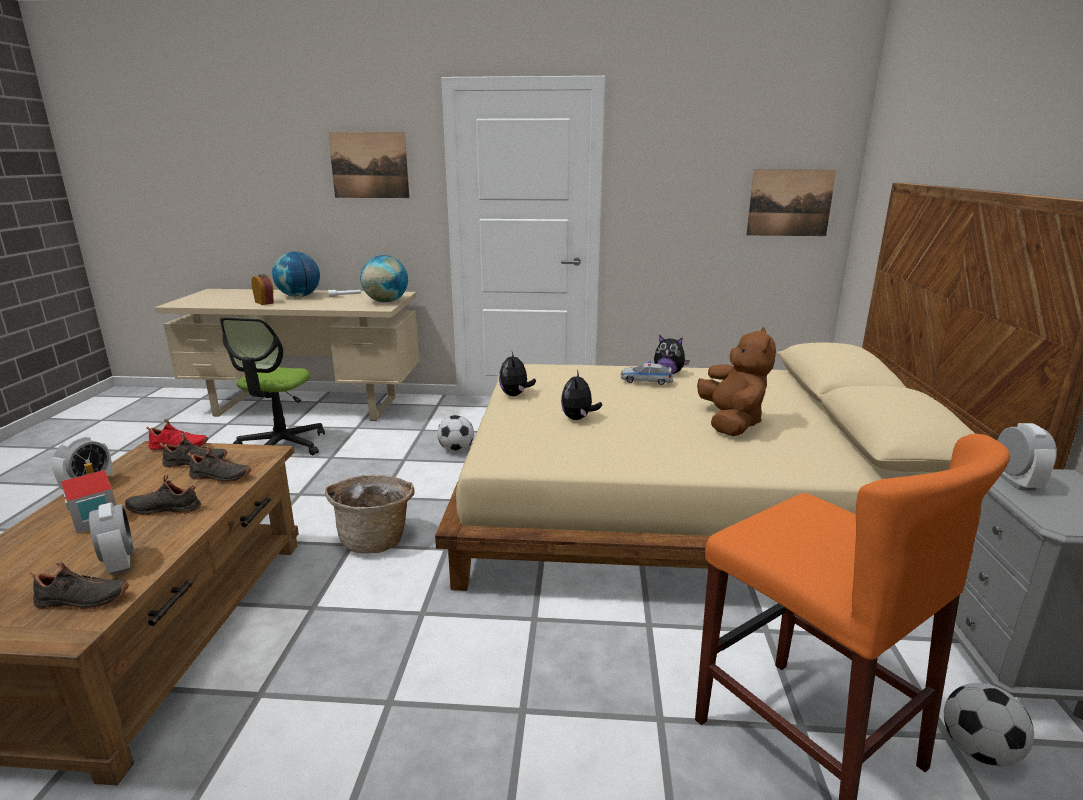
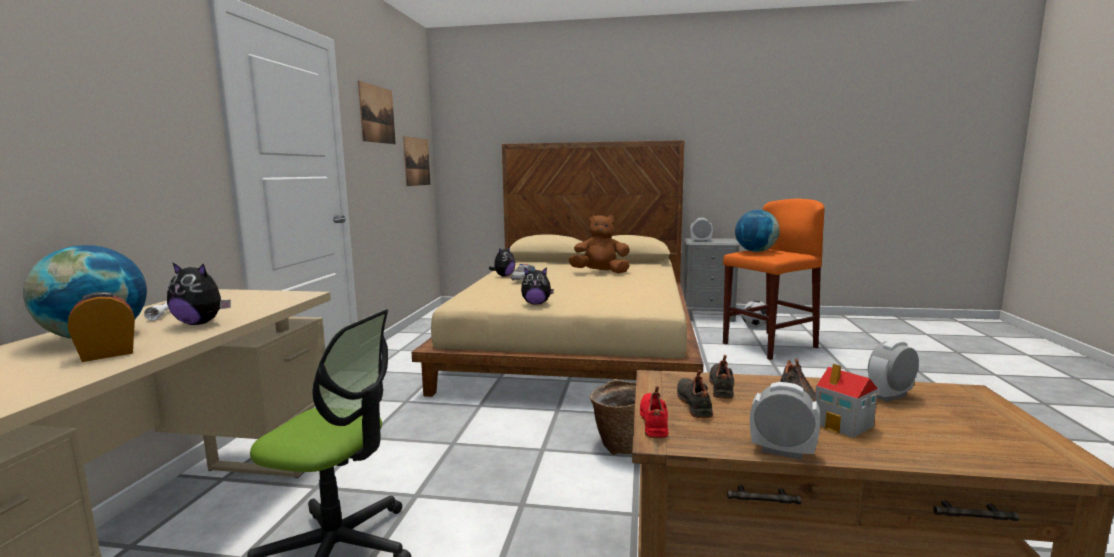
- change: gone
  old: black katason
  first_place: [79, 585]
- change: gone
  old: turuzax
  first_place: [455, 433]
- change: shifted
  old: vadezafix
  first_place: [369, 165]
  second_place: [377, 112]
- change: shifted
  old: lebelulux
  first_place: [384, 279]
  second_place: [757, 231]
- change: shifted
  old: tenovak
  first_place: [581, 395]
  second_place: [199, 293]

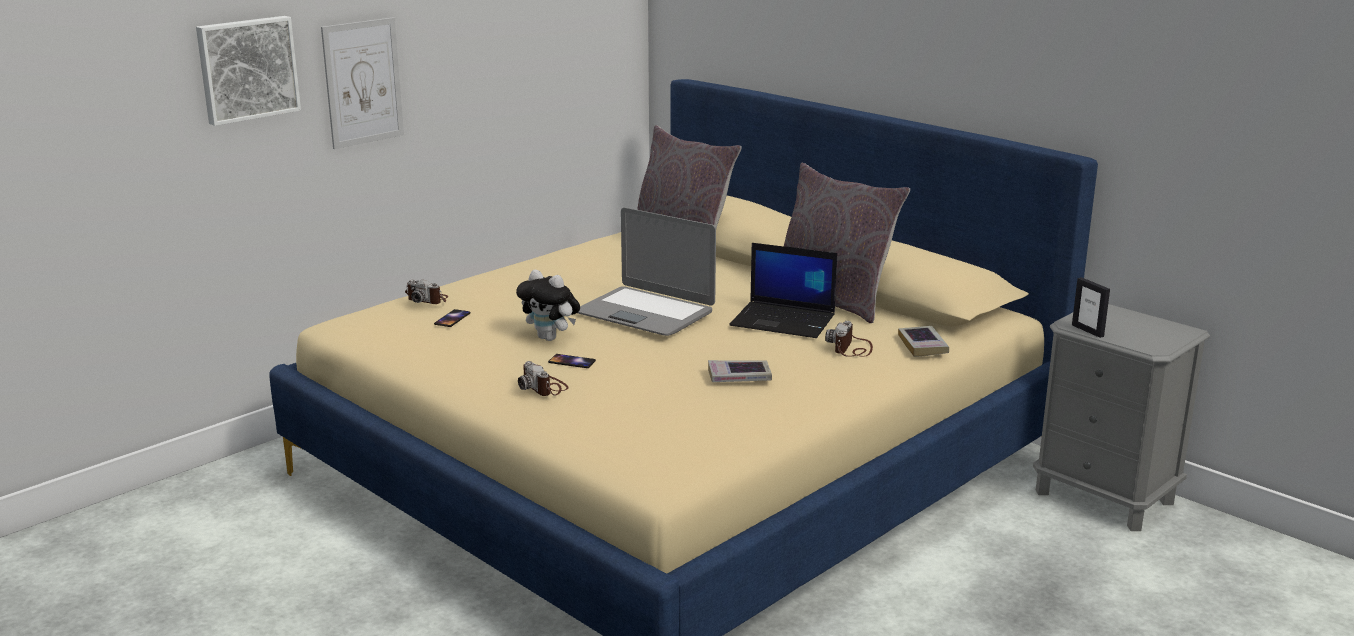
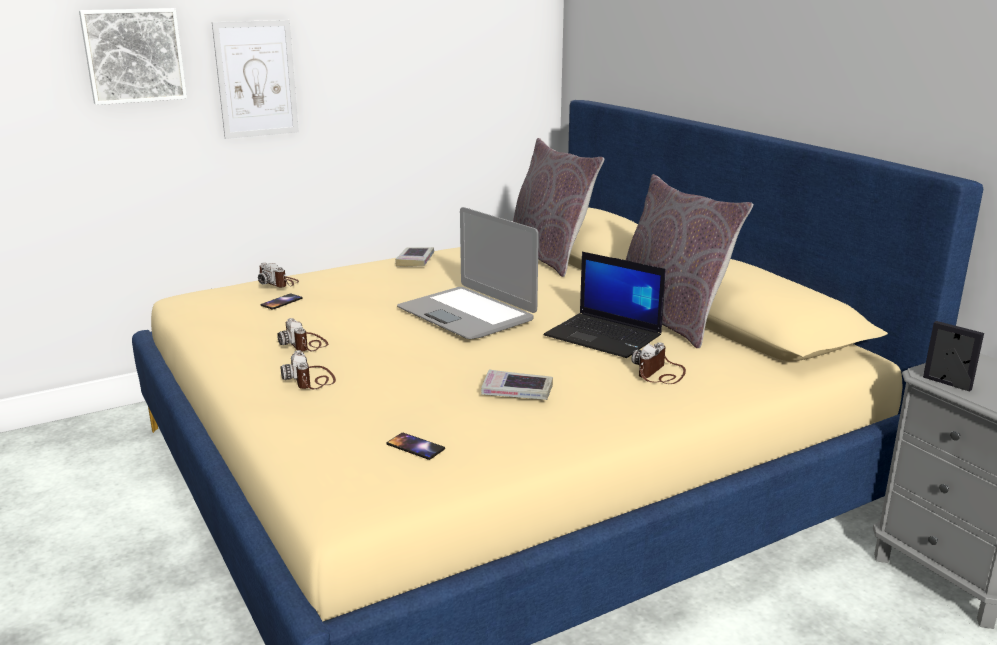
- change: gone
  old: tenovak
  first_place: [548, 305]
- change: new
  new: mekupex
  second_place: [302, 334]
- change: shifted
  old: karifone
  first_place: [572, 361]
  second_place: [416, 446]
- change: shifted
  old: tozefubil
  first_place: [923, 341]
  second_place: [414, 257]
- change: rotated
  old: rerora
  first_place: [1091, 307]
  second_place: [953, 356]
  degrees: 150

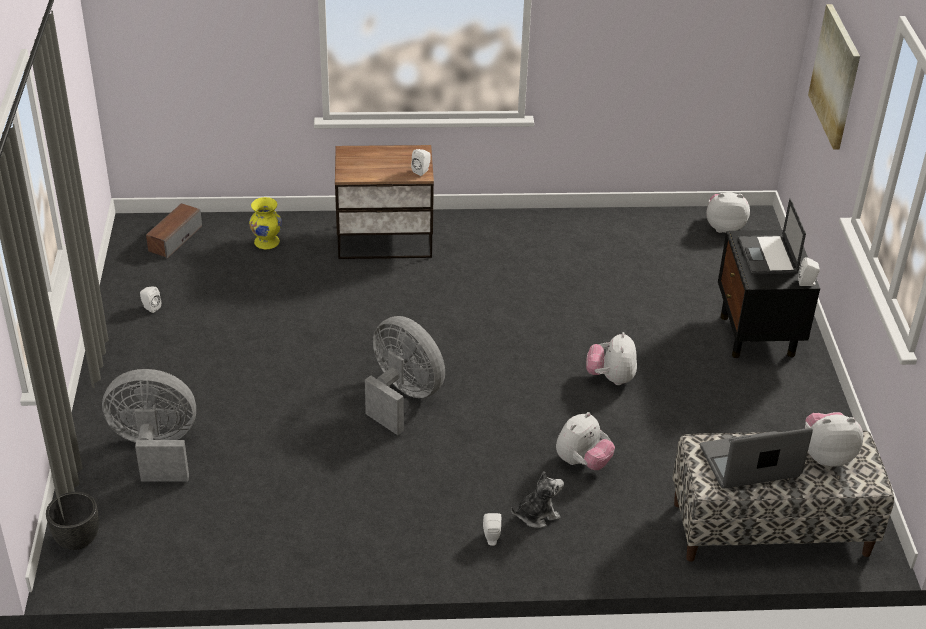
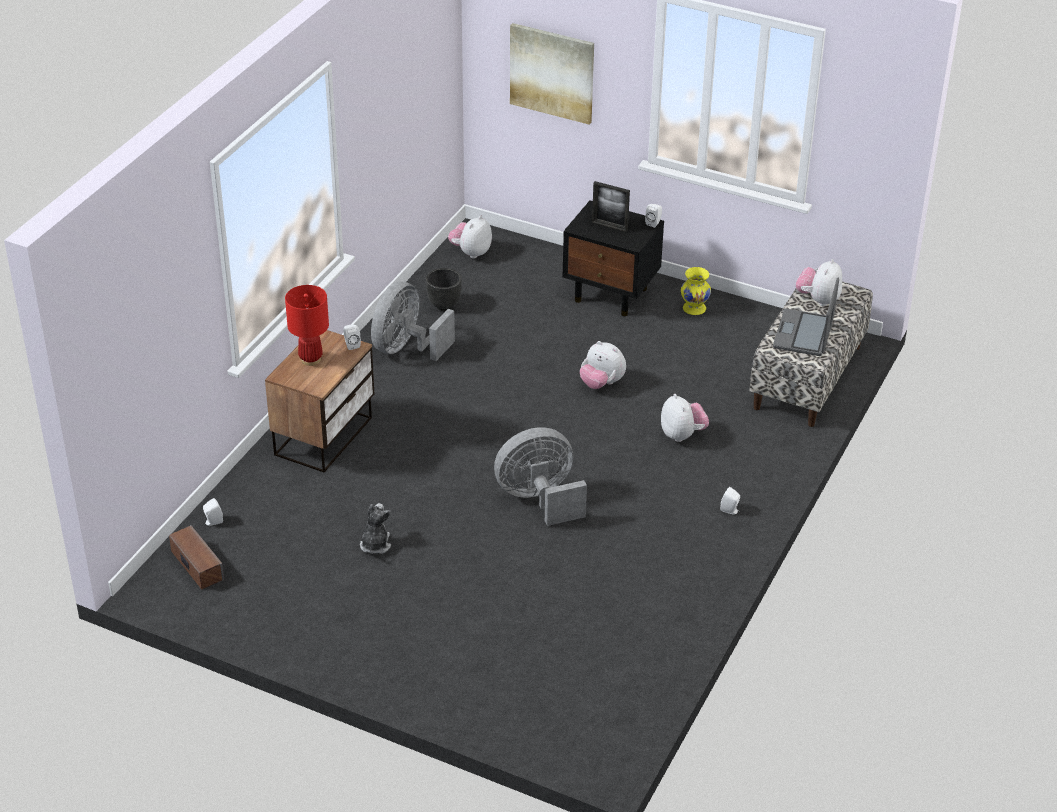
- change: new
  new: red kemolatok
  second_place: [307, 325]
- change: shifted
  old: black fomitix
  first_place: [72, 521]
  second_place: [444, 289]
- change: shifted
  old: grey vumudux
  first_place: [149, 425]
  second_place: [413, 321]
- change: shifted
  old: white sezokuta
  first_place: [150, 299]
  second_place: [213, 512]
- change: shifted
  old: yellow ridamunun
  first_place: [265, 223]
  second_place: [696, 291]
- change: shifted
  old: tenovak
  first_place: [537, 499]
  second_place: [375, 528]
- change: swapped
  old: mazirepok
  new: rerora
  first_place: [772, 236]
  second_place: [611, 206]

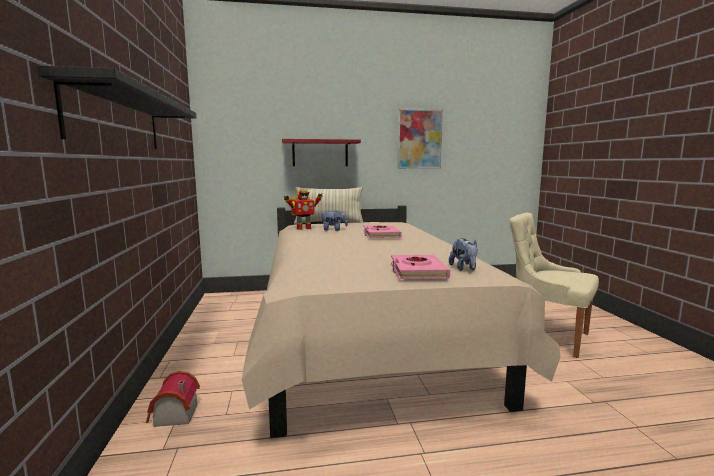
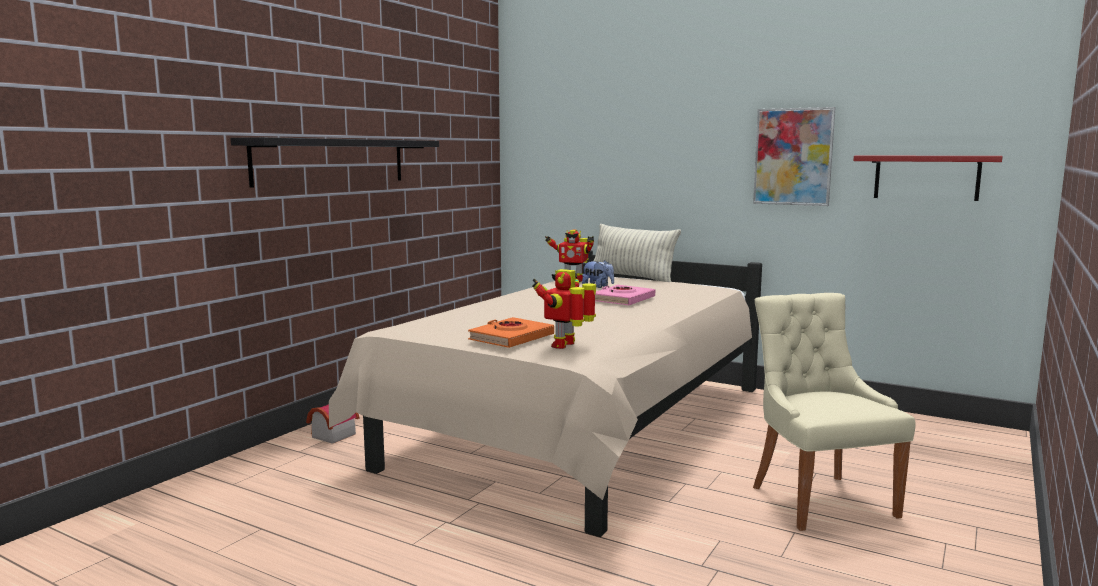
- change: shifted
  old: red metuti
  first_place: [321, 152]
  second_place: [928, 178]
- change: swapped
  old: tenovak
  new: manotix
  first_place: [463, 254]
  second_place: [564, 309]
- change: repainted
  old: pink tozefubil
  new: orange tozefubil
  first_place: [420, 267]
  second_place: [511, 332]

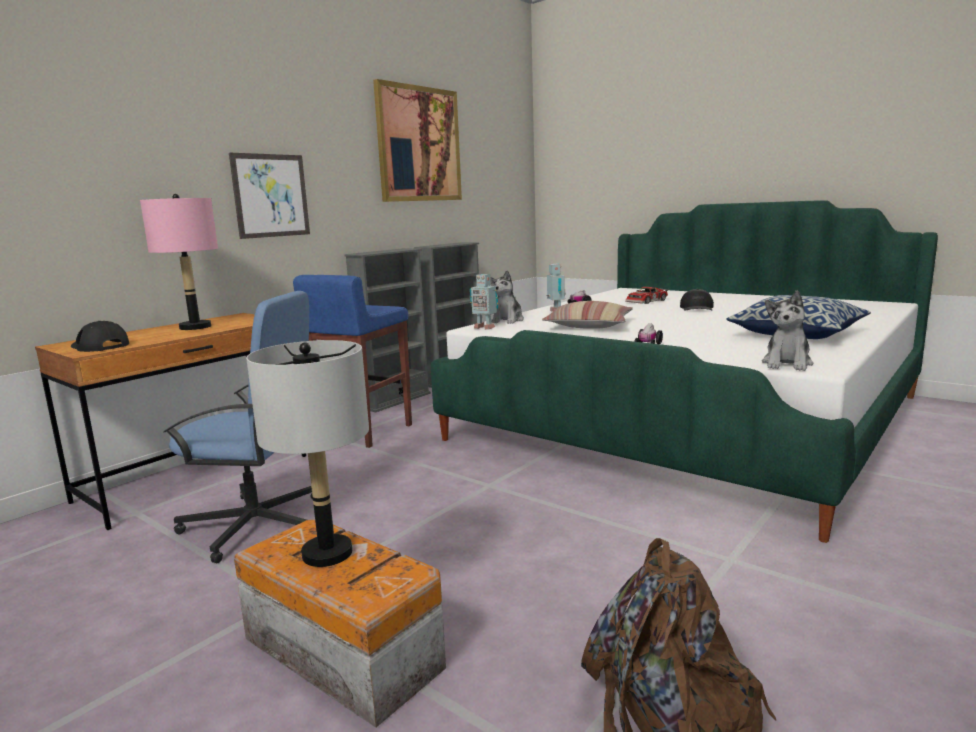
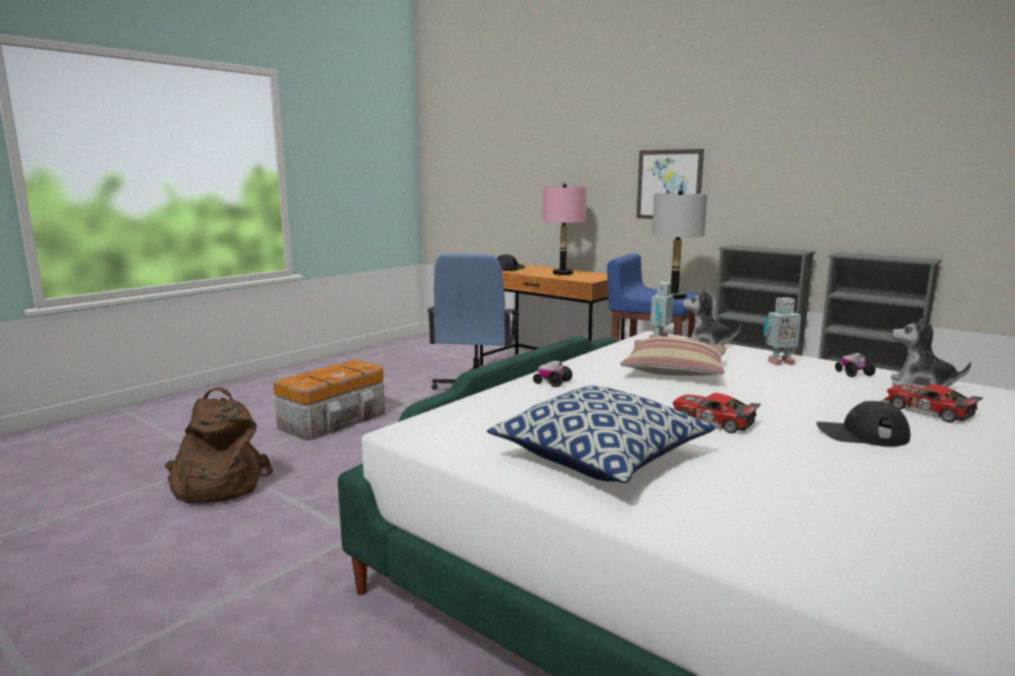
- change: gone
  old: vadezafix
  first_place: [417, 140]
- change: new
  new: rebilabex
  second_place: [716, 413]
- change: shifted
  old: grey kemolatok
  first_place: [307, 453]
  second_place: [679, 244]
- change: shifted
  old: tenovak
  first_place: [787, 330]
  second_place: [931, 351]

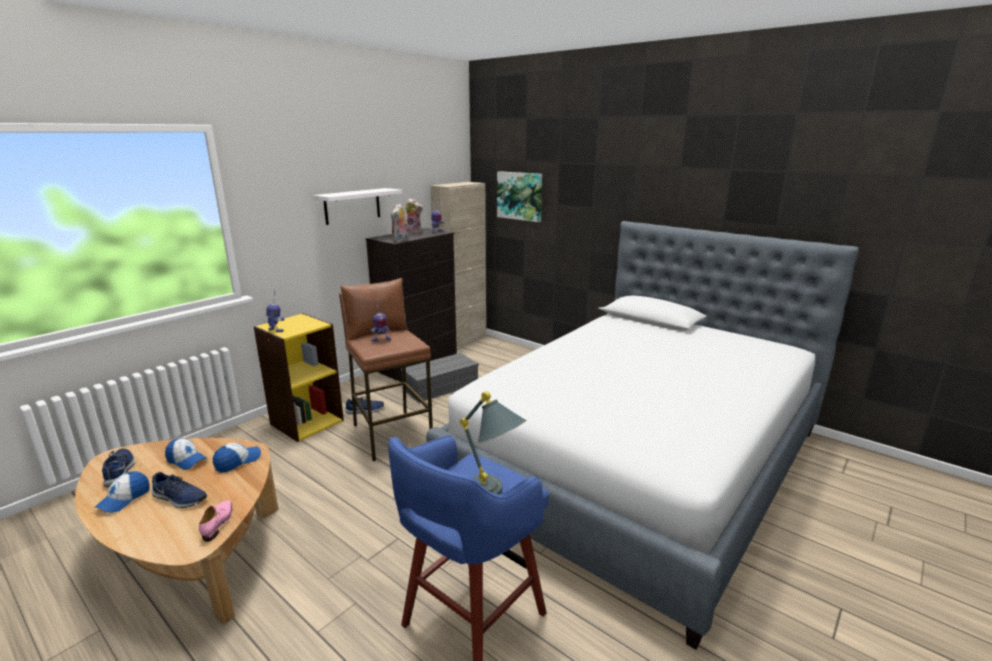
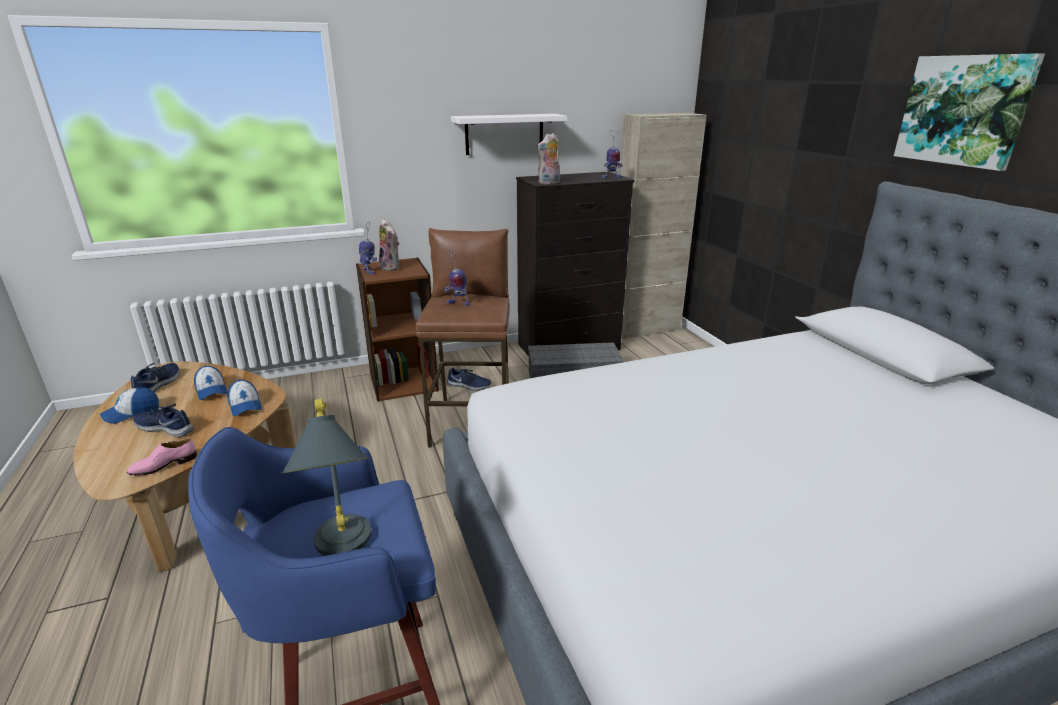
- change: shifted
  old: tenovak
  first_place: [414, 216]
  second_place: [389, 245]
- change: shifted
  old: vadezafix
  first_place: [519, 196]
  second_place: [969, 112]
- change: repainted
  old: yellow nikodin
  new: brown nikodin
  first_place: [299, 377]
  second_place: [397, 330]
- change: rotated
  old: blue katason
  first_place: [179, 490]
  second_place: [163, 420]
  degrees: 150
- change: rotated
  old: pink katason
  first_place: [215, 521]
  second_place: [162, 457]
  degrees: -150
- change: rotated
  old: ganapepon
  first_place: [237, 457]
  second_place: [245, 398]
  degrees: 75

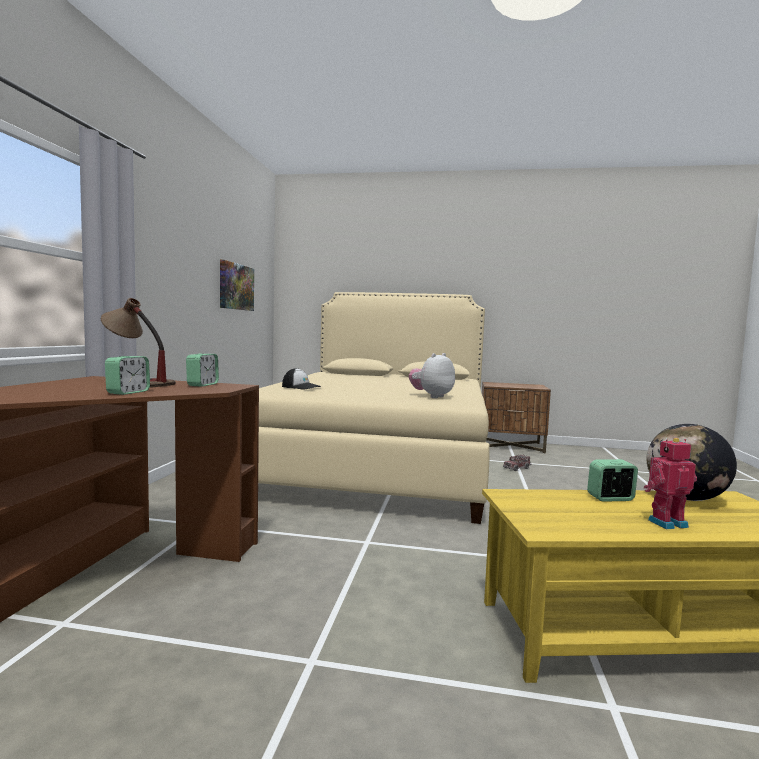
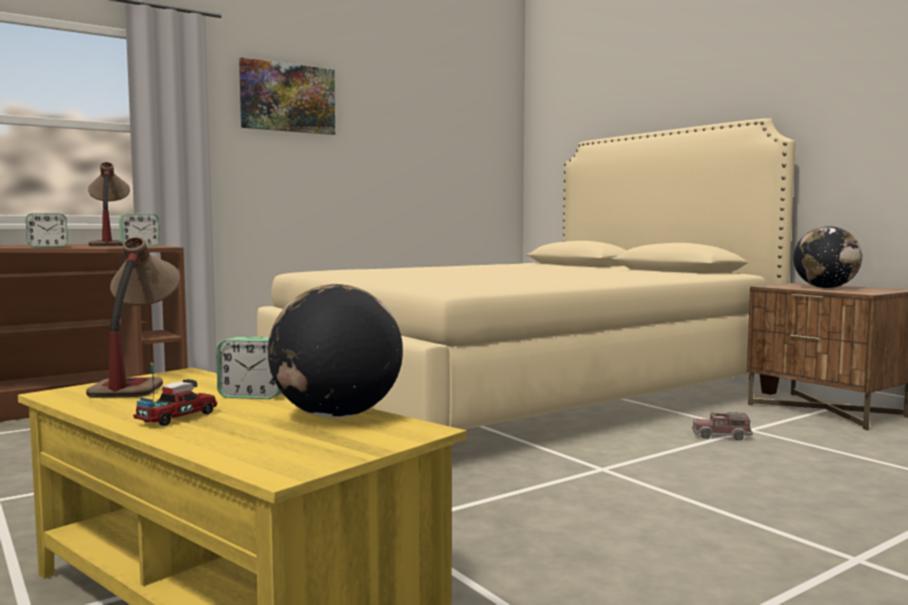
- change: gone
  old: ganapepon
  first_place: [301, 379]
- change: gone
  old: tenovak
  first_place: [432, 375]
- change: new
  new: kemolatok
  second_place: [133, 317]
- change: new
  new: lebelulux
  second_place: [827, 257]
- change: shifted
  old: vadezafix
  first_place: [237, 285]
  second_place: [287, 96]
- change: swapped
  old: manotix
  new: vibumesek
  first_place: [670, 483]
  second_place: [175, 392]
- change: rotated
  old: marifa
  first_place: [612, 480]
  second_place: [249, 368]
  degrees: 150

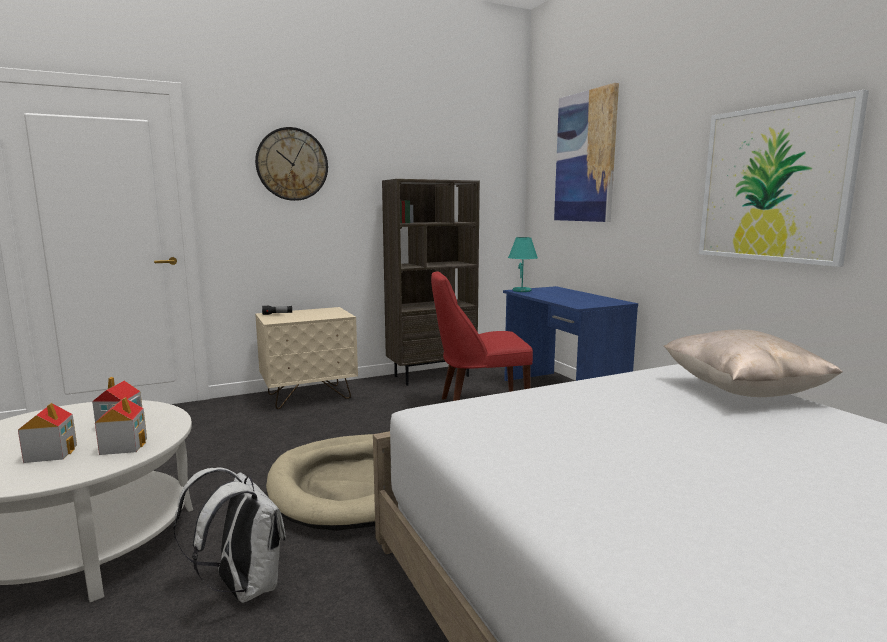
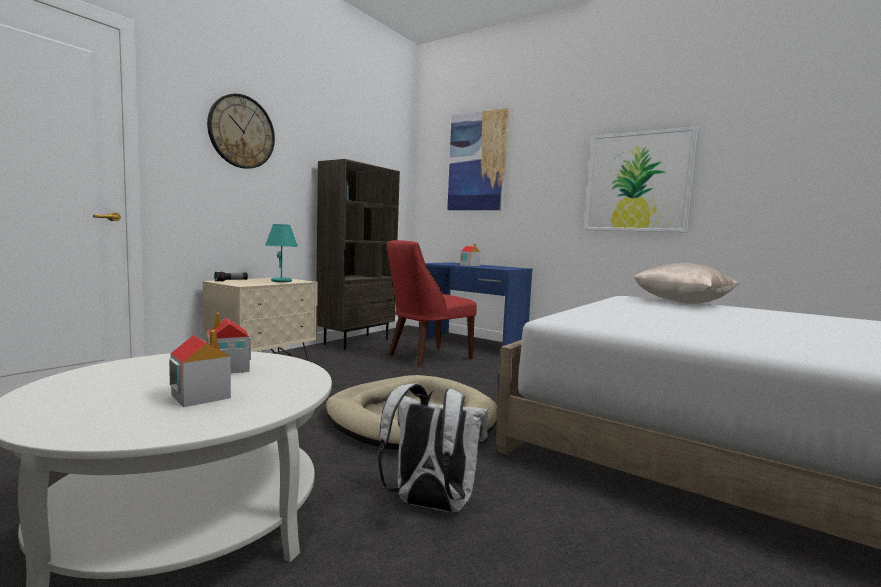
- change: shifted
  old: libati
  first_place: [121, 426]
  second_place: [470, 254]
- change: shifted
  old: turquoise kemolatok
  first_place: [523, 264]
  second_place: [281, 253]

